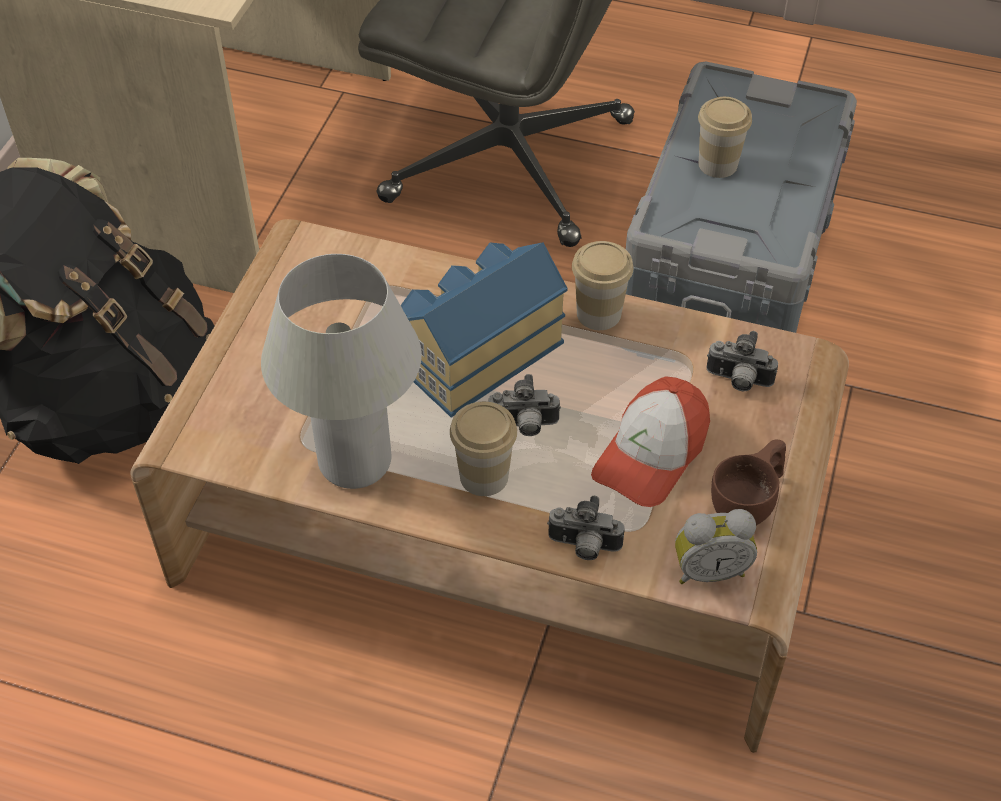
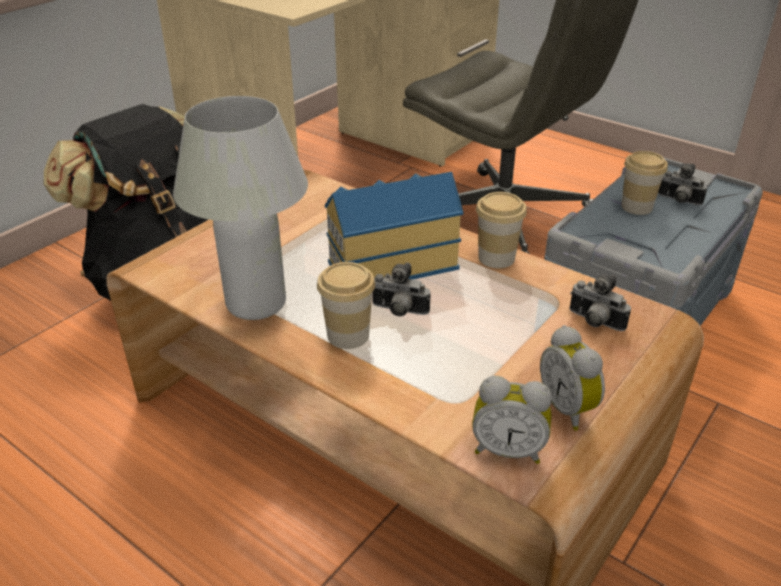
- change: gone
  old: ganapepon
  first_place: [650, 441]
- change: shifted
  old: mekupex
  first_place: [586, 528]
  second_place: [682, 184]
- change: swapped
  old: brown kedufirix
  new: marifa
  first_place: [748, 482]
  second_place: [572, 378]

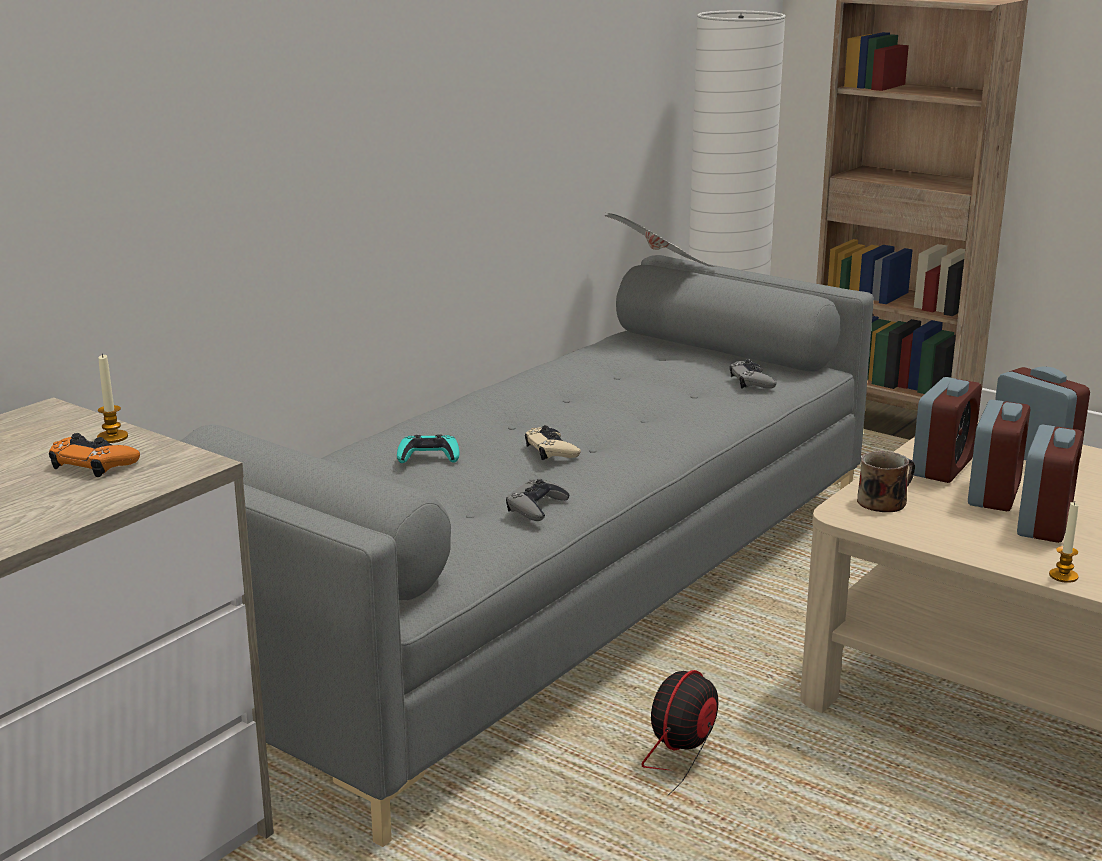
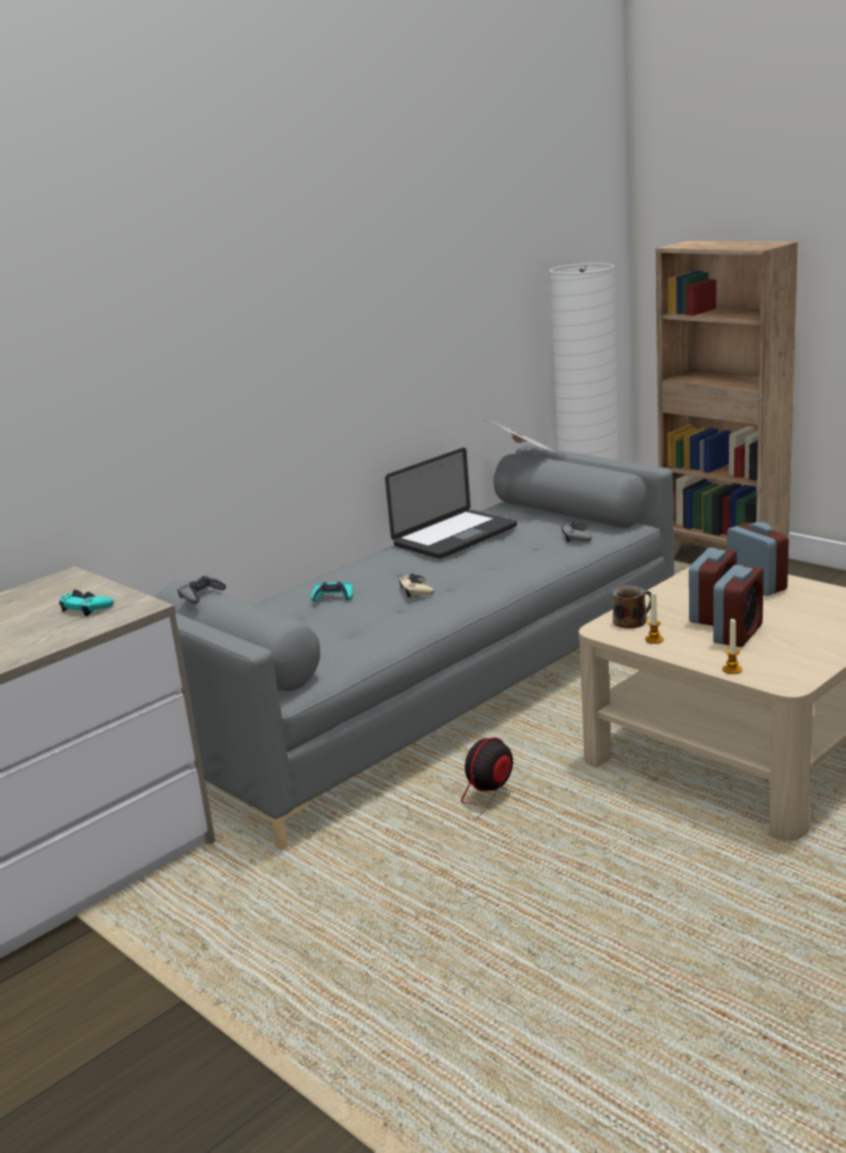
- change: gone
  old: marifa
  first_place: [947, 430]
- change: new
  new: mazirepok
  second_place: [451, 503]
- change: shifted
  old: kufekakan
  first_place: [112, 398]
  second_place: [654, 617]
- change: shifted
  old: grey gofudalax
  first_place: [538, 500]
  second_place: [202, 590]
- change: repainted
  old: orange gofudalax
  new: turquoise gofudalax
  first_place: [94, 455]
  second_place: [86, 602]

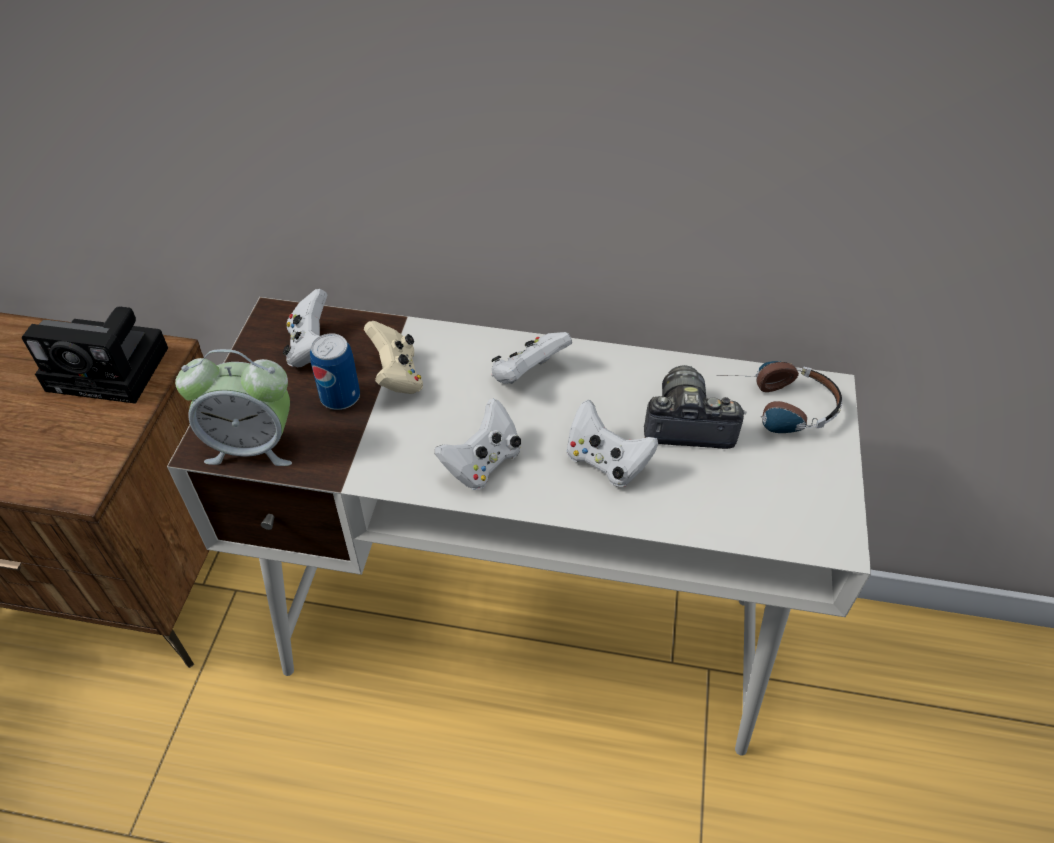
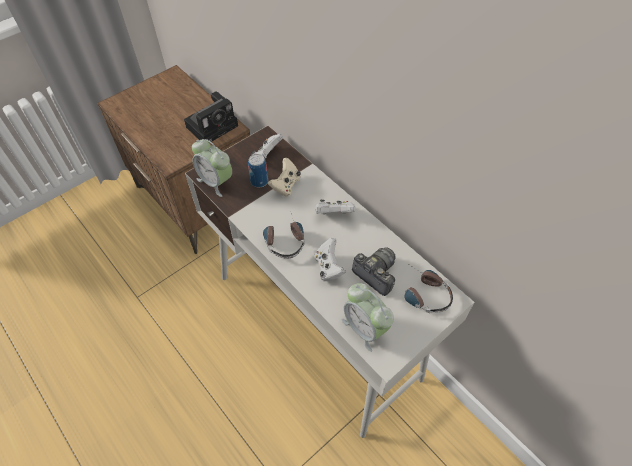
- change: new
  new: marifa
  second_place: [368, 317]
- change: swapped
  old: white gofudalax
  new: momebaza
  first_place: [478, 444]
  second_place: [284, 236]
- change: rotated
  old: mekupex
  first_place: [95, 355]
  second_place: [211, 117]
  degrees: -90

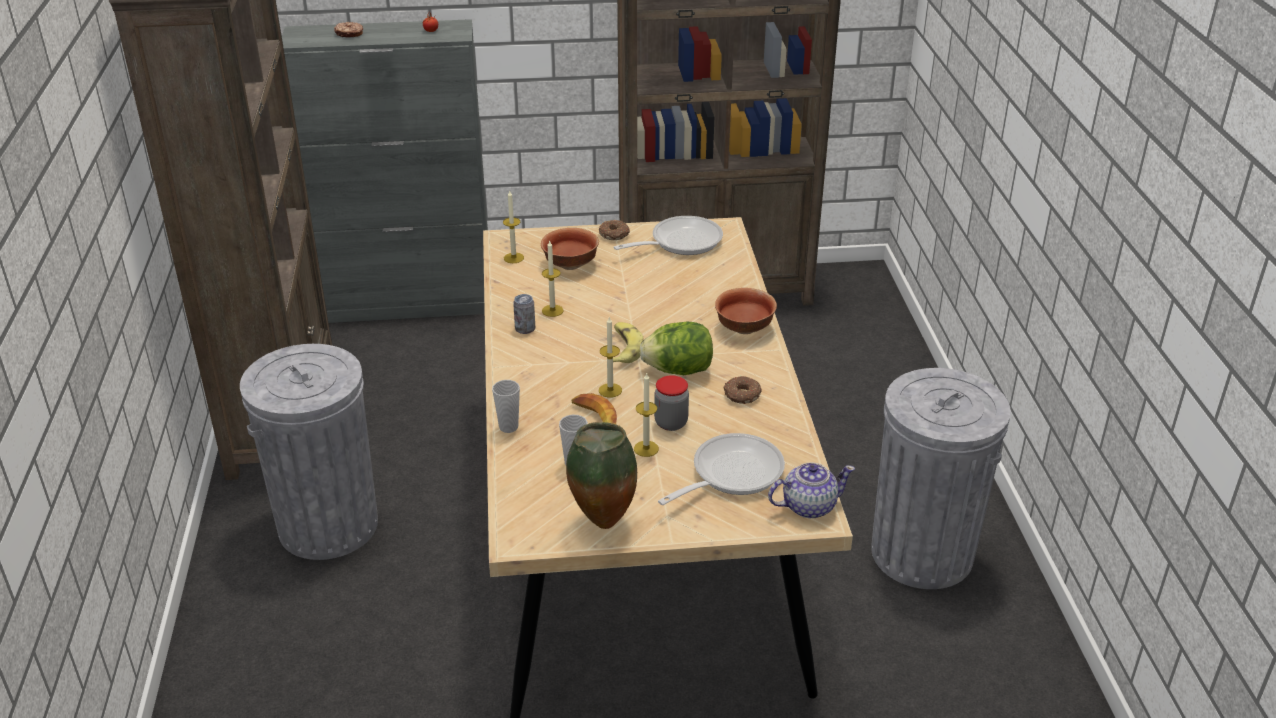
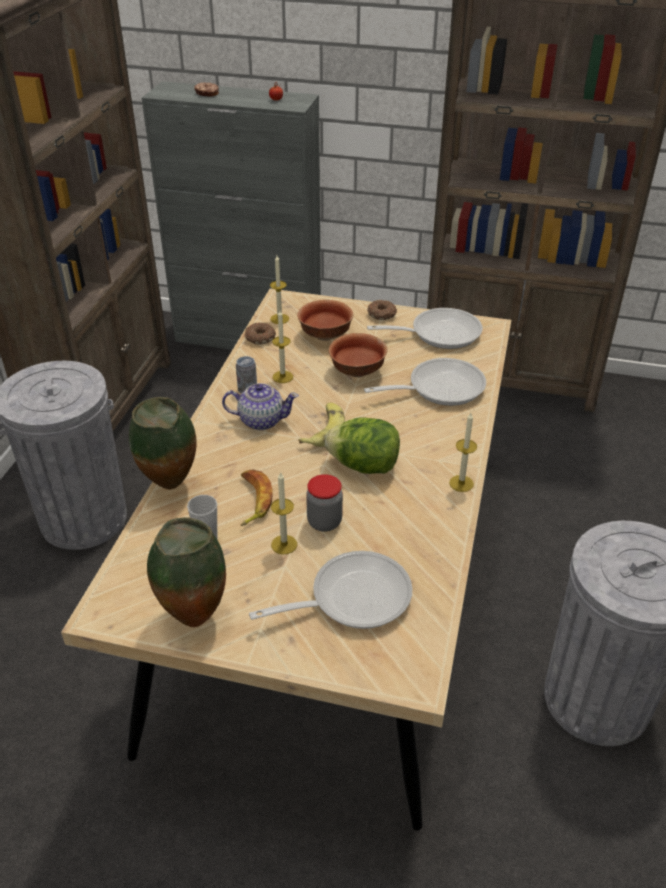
- change: new
  new: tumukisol
  second_place: [425, 382]
- change: shifted
  old: kufekakan
  first_place: [610, 357]
  second_place: [463, 452]
- change: shifted
  old: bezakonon
  first_place: [746, 311]
  second_place: [358, 355]
- change: shifted
  old: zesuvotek
  first_place: [742, 390]
  second_place: [260, 334]
- change: shifted
  old: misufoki
  first_place: [811, 490]
  second_place: [260, 406]
- change: swapped
  old: kedufirix
  new: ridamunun
  first_place: [506, 406]
  second_place: [163, 443]

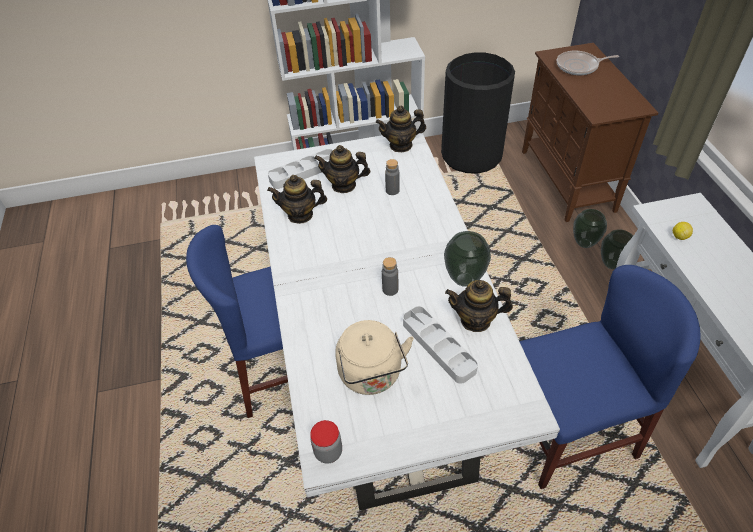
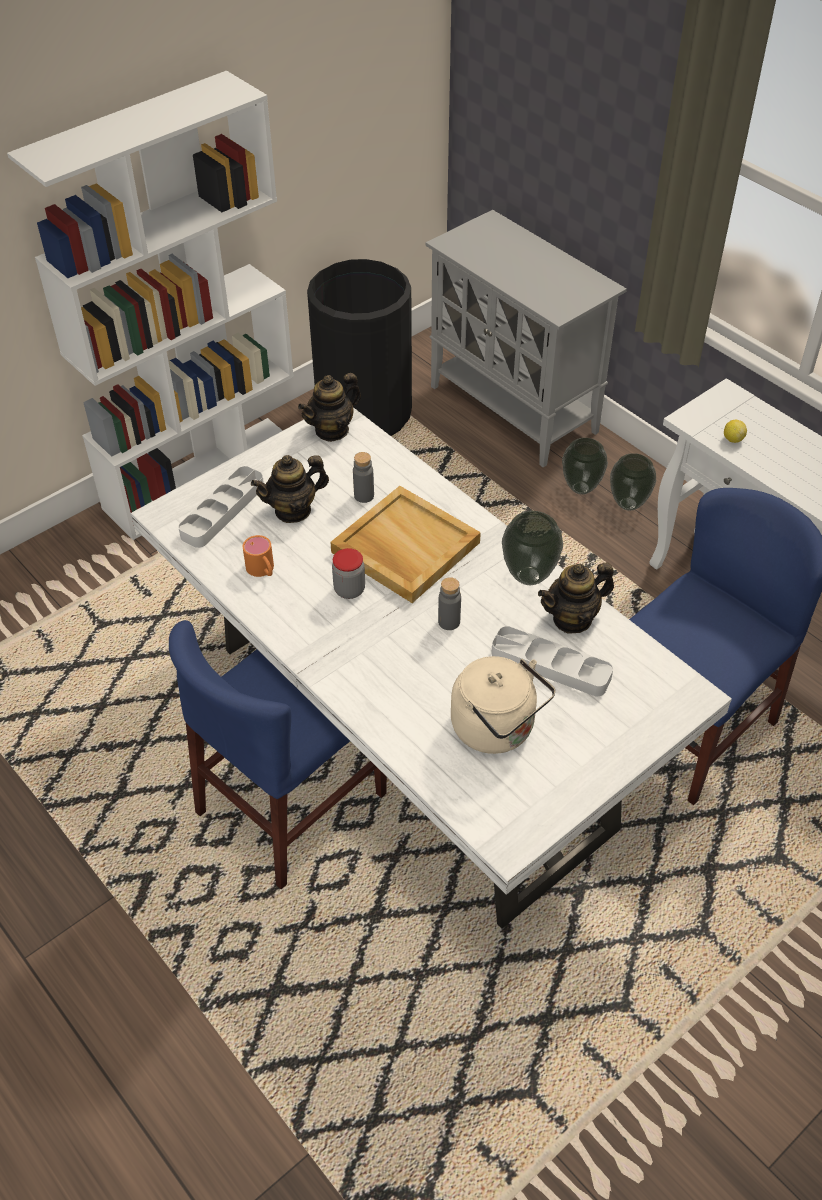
- change: gone
  old: tumukisol
  first_place: [588, 63]
- change: new
  new: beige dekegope
  second_place: [405, 544]
- change: shifted
  old: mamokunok
  first_place: [326, 442]
  second_place: [348, 573]
- change: swapped
  old: misufoki
  new: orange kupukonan
  first_place: [297, 199]
  second_place: [258, 556]
- change: repainted
  old: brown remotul
  new: grey remotul
  first_place: [590, 132]
  second_place: [526, 338]

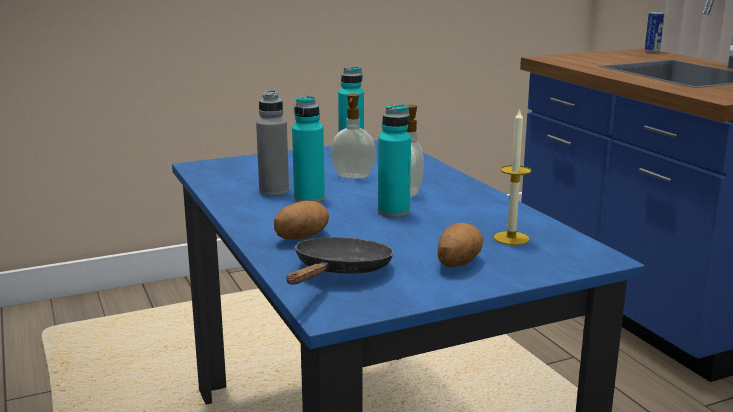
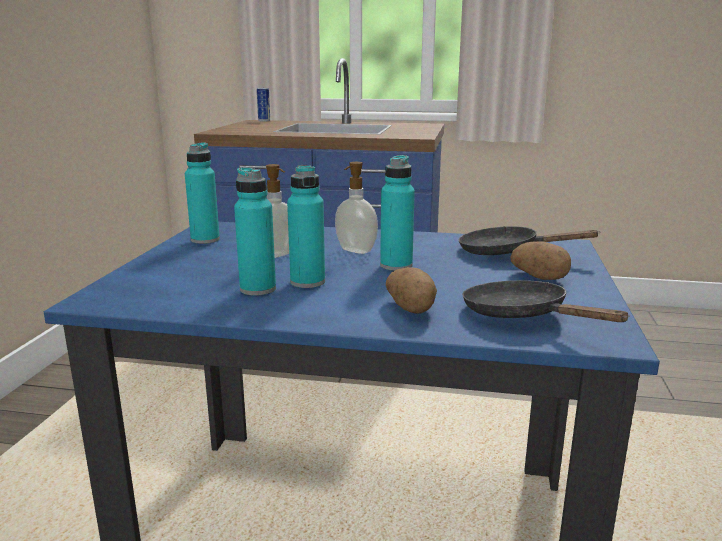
- change: swapped
  old: kufekakan
  new: black tumukisol
  first_place: [512, 177]
  second_place: [529, 240]
- change: repainted
  old: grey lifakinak
  new: turquoise lifakinak
  first_place: [272, 143]
  second_place: [255, 231]

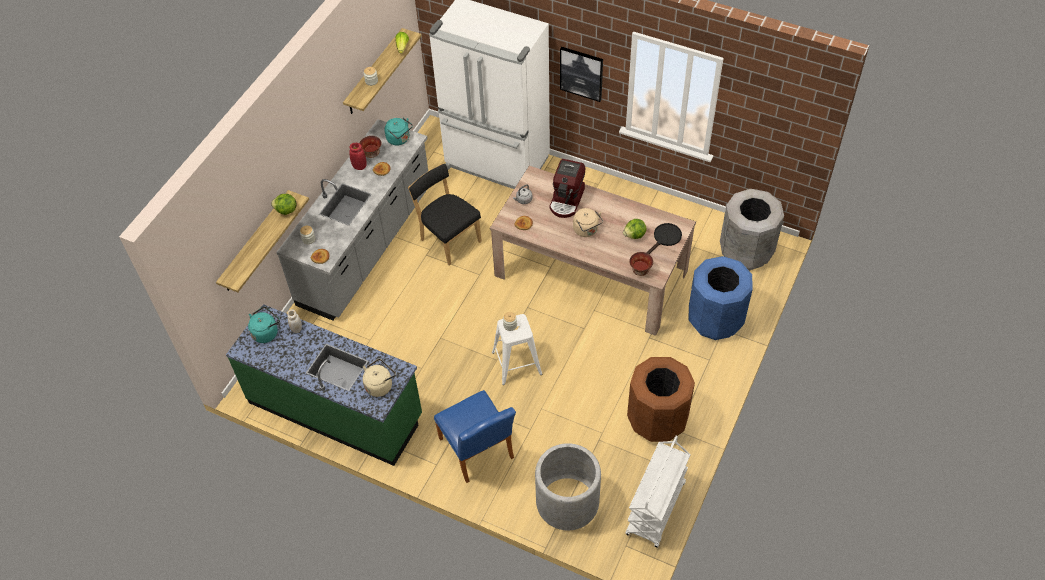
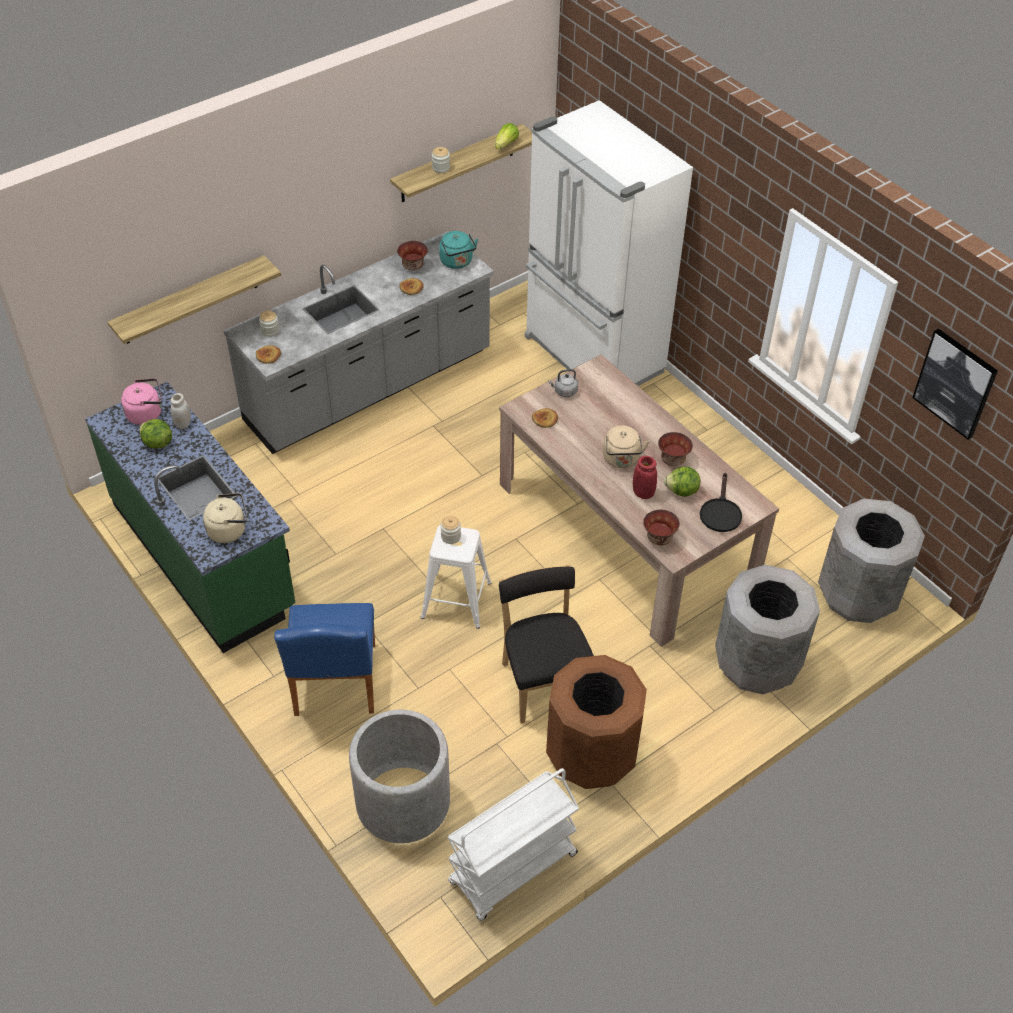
- change: gone
  old: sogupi
  first_place: [567, 188]
- change: new
  new: bezakonon
  second_place: [675, 449]
- change: shifted
  old: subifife
  first_place: [283, 204]
  second_place: [155, 433]
- change: shifted
  old: red ridamunun
  first_place: [358, 156]
  second_place: [645, 477]
- change: shifted
  old: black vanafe
  first_place: [445, 215]
  second_place: [546, 644]
- change: shifted
  old: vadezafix
  first_place: [581, 74]
  second_place: [955, 384]
- change: repainted
  old: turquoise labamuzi
  new: pink labamuzi
  first_place: [264, 325]
  second_place: [141, 401]
- change: repainted
  old: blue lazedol
  new: grey lazedol
  first_place: [721, 298]
  second_place: [767, 629]
- change: rotated
  old: black tumukisol
  first_place: [664, 238]
  second_place: [721, 502]
  degrees: 120

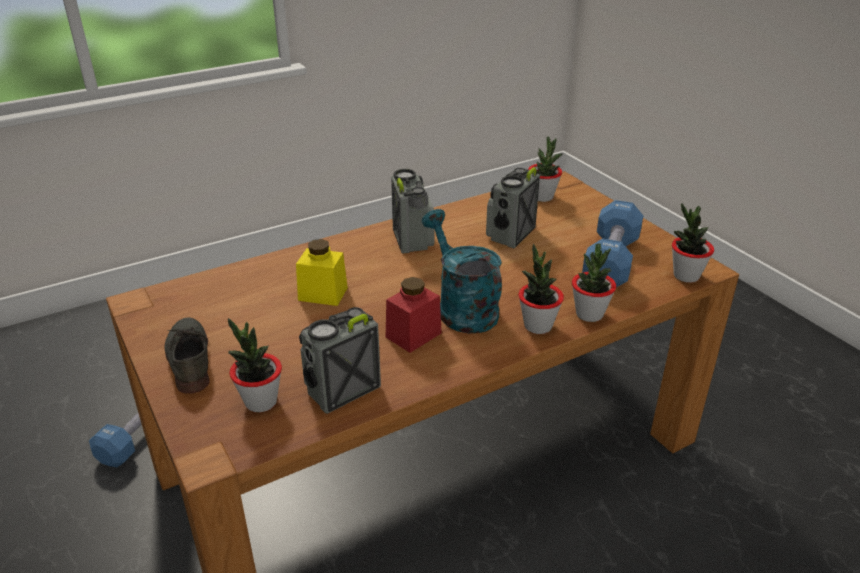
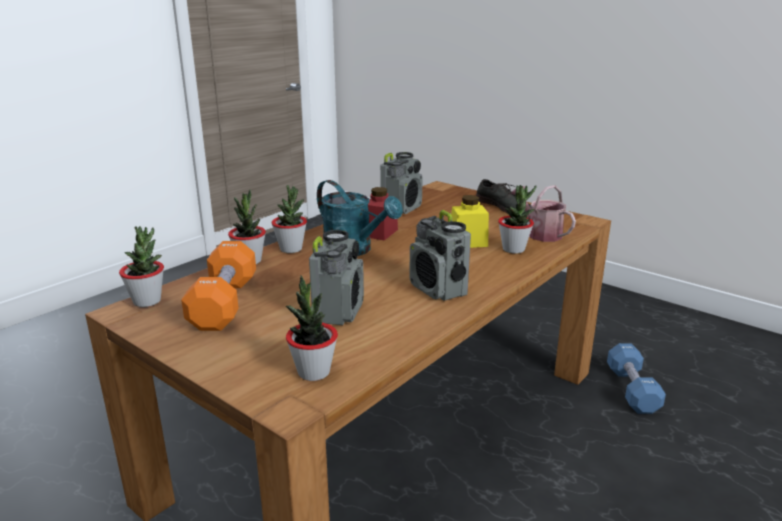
- change: new
  new: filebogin
  second_place: [543, 213]
- change: shifted
  old: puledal
  first_place: [255, 365]
  second_place: [517, 219]
- change: repainted
  old: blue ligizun
  new: orange ligizun
  first_place: [612, 243]
  second_place: [218, 286]

